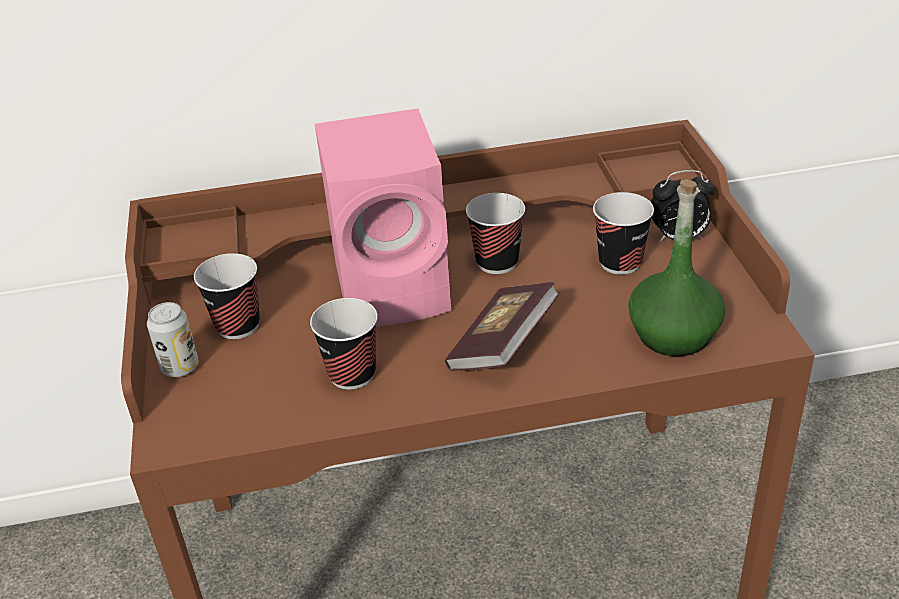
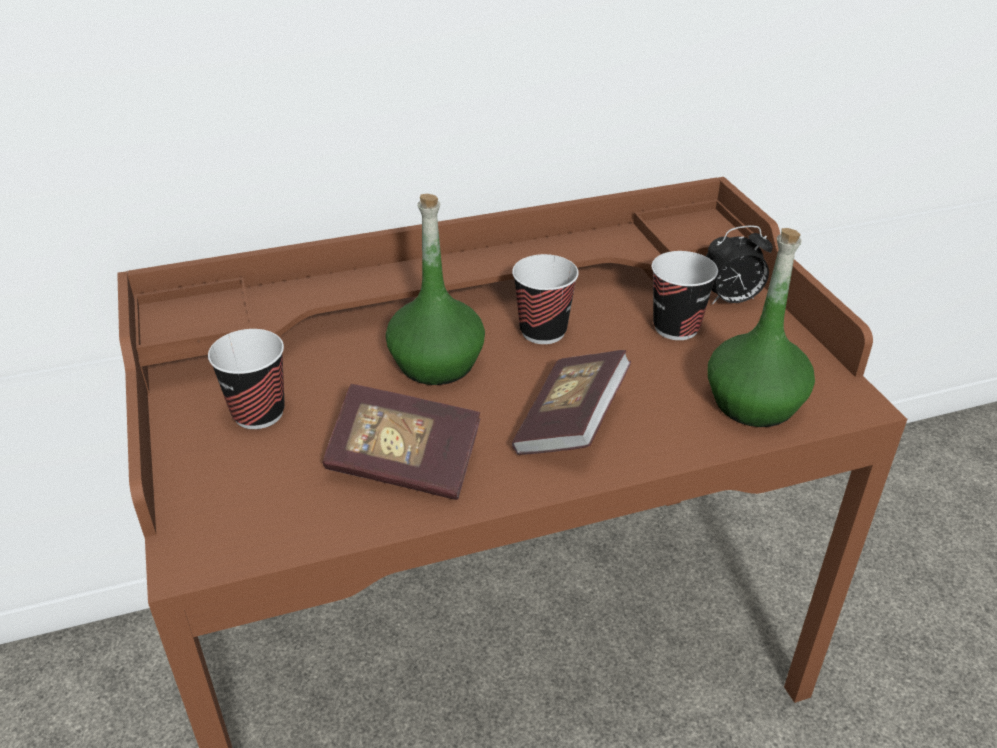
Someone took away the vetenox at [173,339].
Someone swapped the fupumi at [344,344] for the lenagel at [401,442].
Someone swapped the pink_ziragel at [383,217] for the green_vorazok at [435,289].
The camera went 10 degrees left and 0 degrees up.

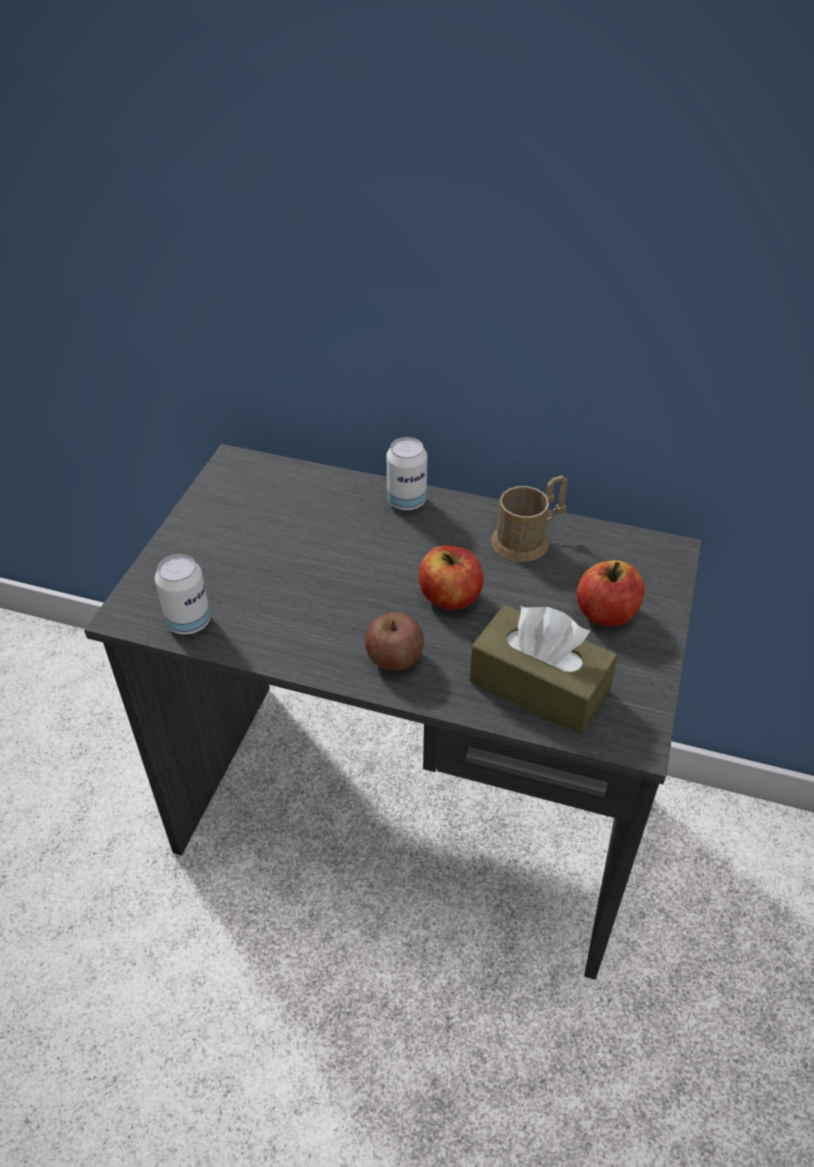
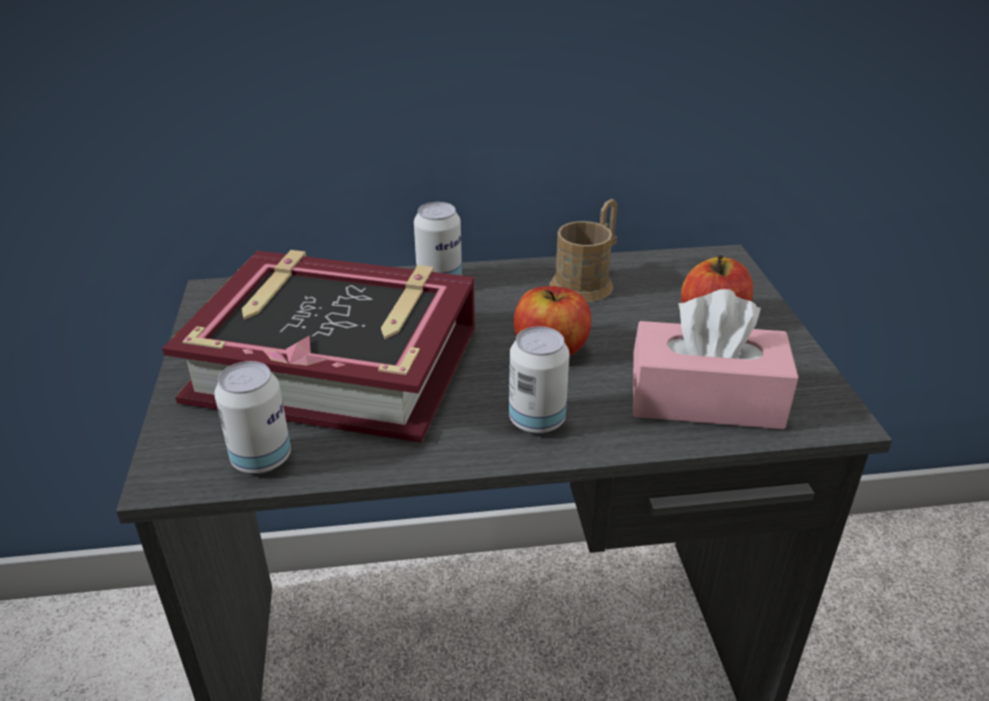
Someone put down the lenagel at [318,346].
Someone swapped the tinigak at [394,641] for the vetenox at [539,380].
Someone repainted the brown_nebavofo at [543,669], which became the pink_nebavofo at [716,359].
The camera went 25 degrees left and 10 degrees down.

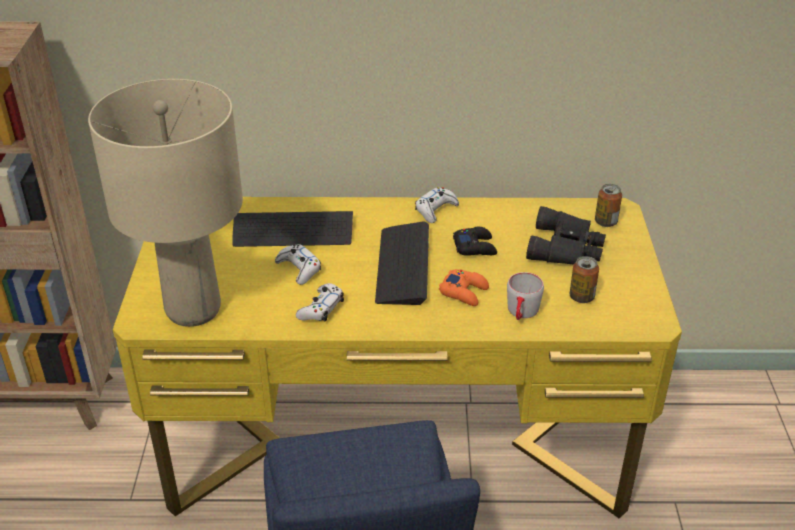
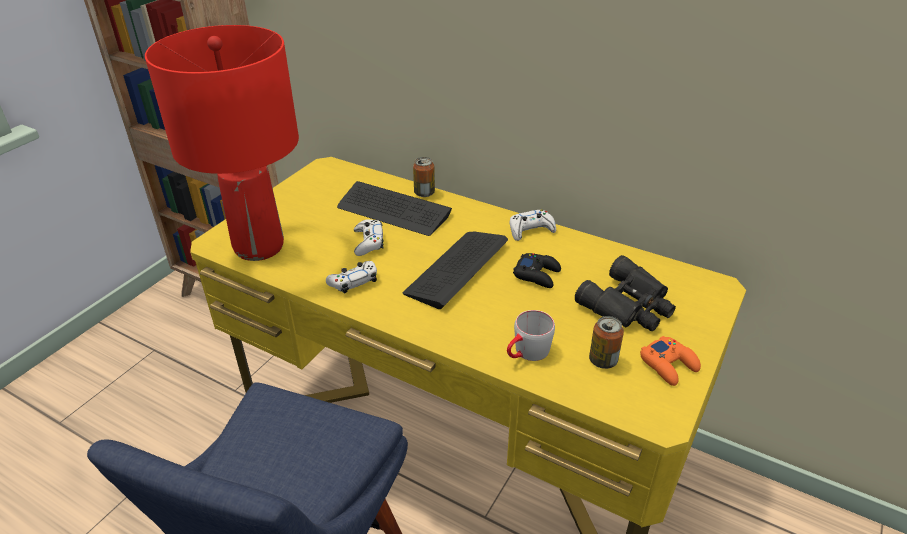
Someone carried the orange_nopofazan from [464,287] to [670,361].
Someone carried the vetenox from [608,205] to [424,177].
Someone repainted the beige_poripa at [165,203], which became the red_poripa at [222,143].
The camera went 30 degrees right and 0 degrees up.

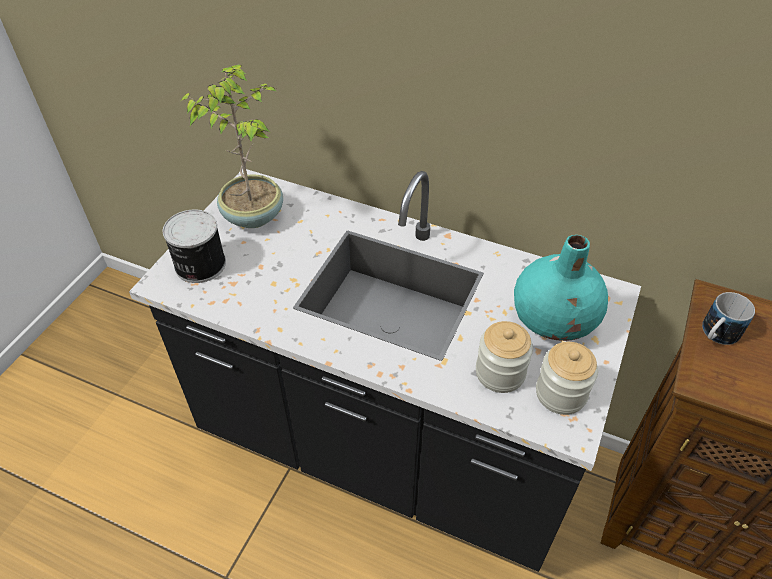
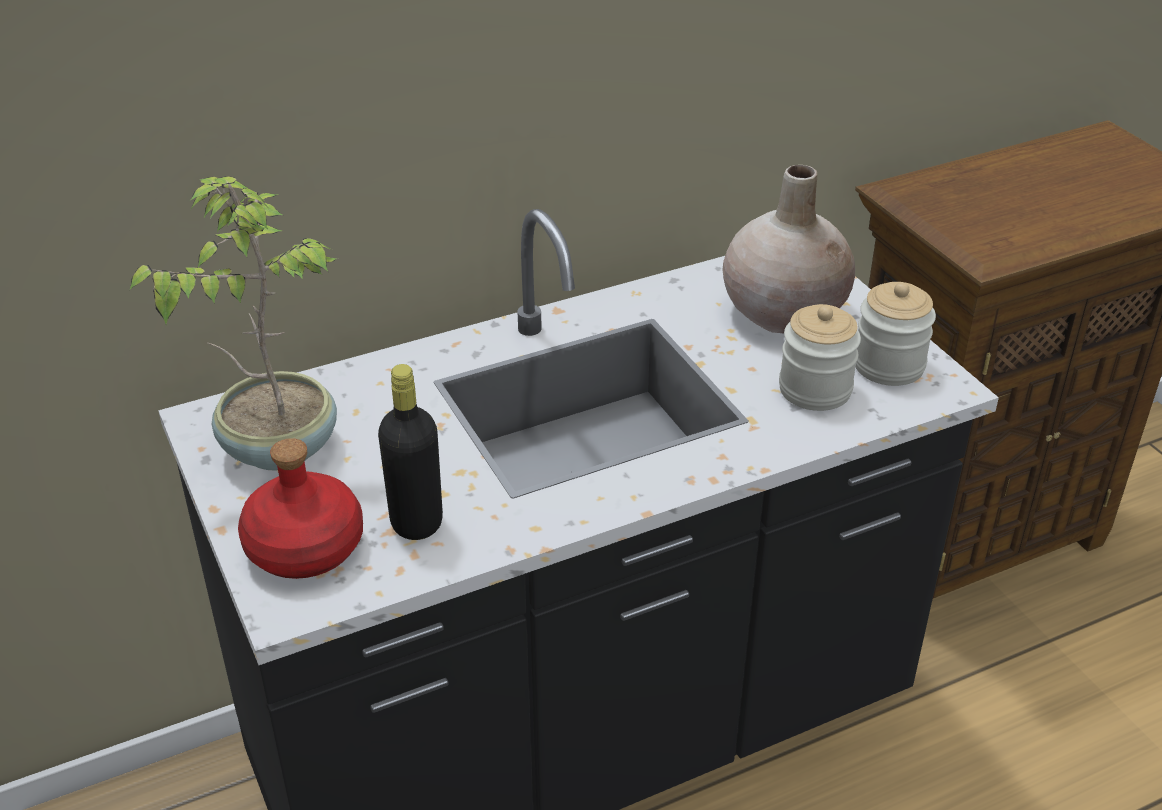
Someone took away the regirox at [728,318].
Someone put down the black_vorazok at [410,452].
Someone swapped the vetenox at [194,246] for the red_vorazok at [300,508].
Someone repainted the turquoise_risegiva at [561,288], which became the beige_risegiva at [789,249].
The camera went 50 degrees left and 10 degrees down.

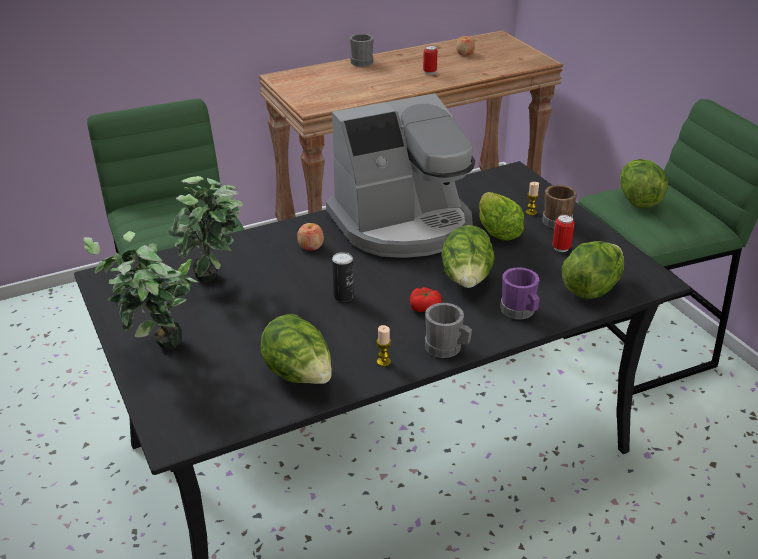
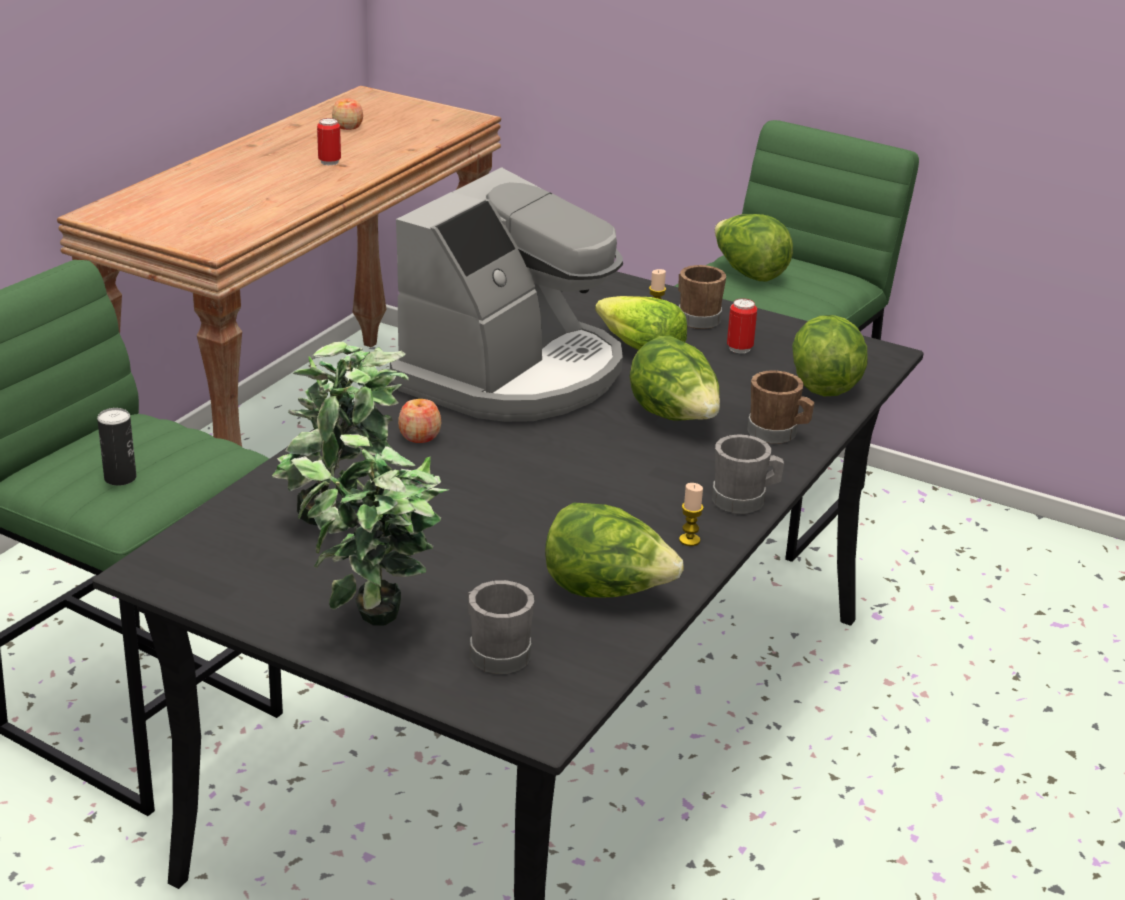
Someone took away the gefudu at [426,299].
Someone carried the vetenox from [343,277] to [116,447].
Someone carried the grey_regirox from [362,50] to [501,627].
Someone repainted the purple_regirox at [520,293], which became the brown_regirox at [781,407].
The camera went 35 degrees left and 5 degrees down.

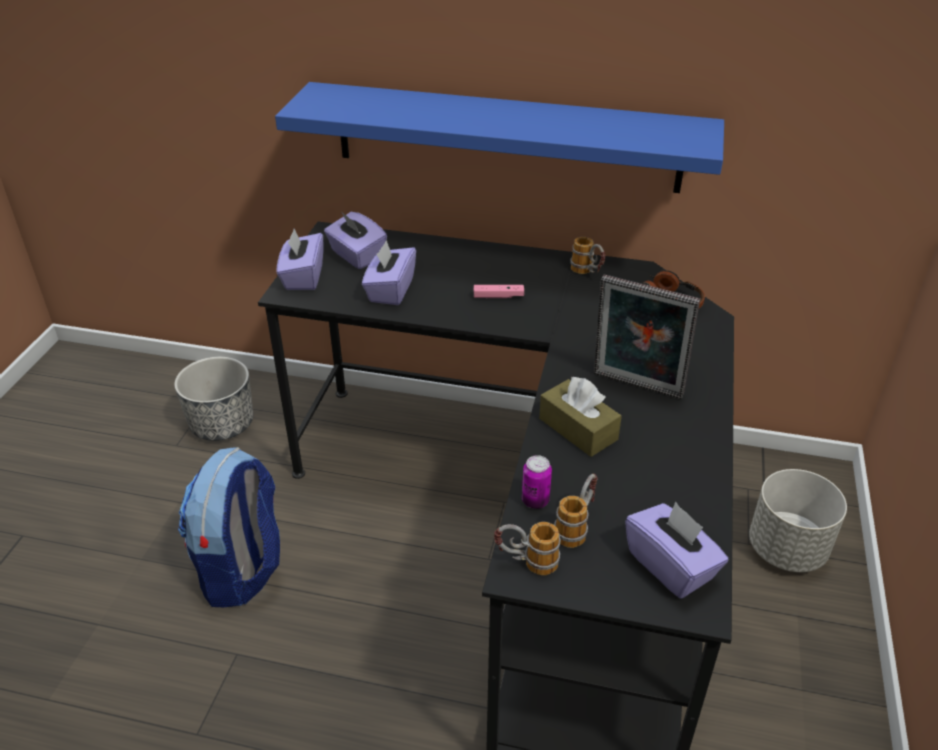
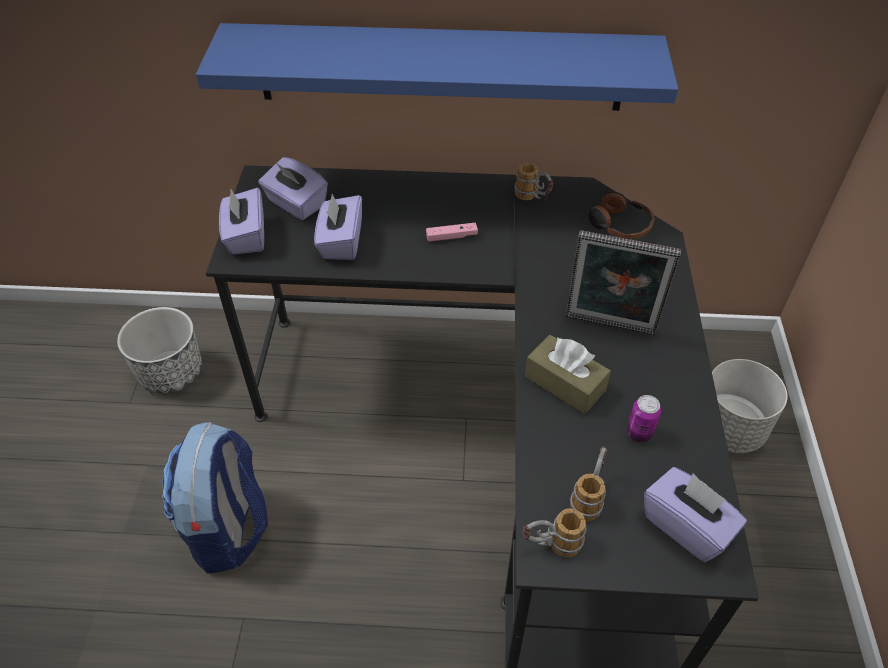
Someone carried the vetenox from [537,482] to [644,418].
The camera went 10 degrees left and 10 degrees up.

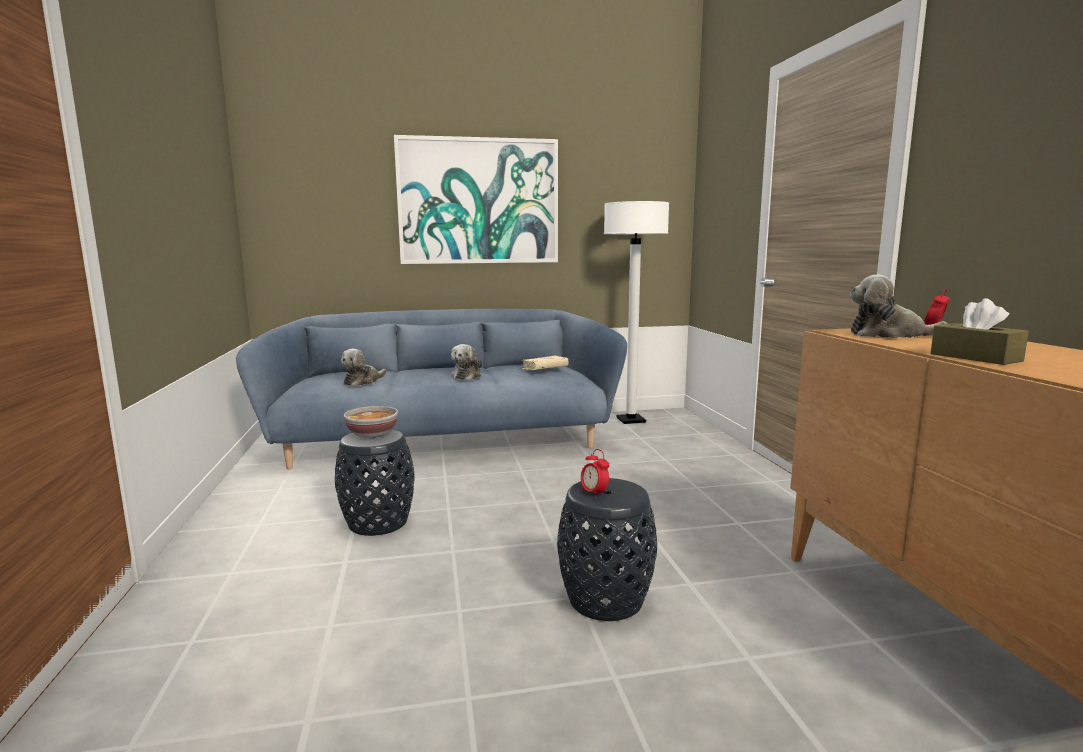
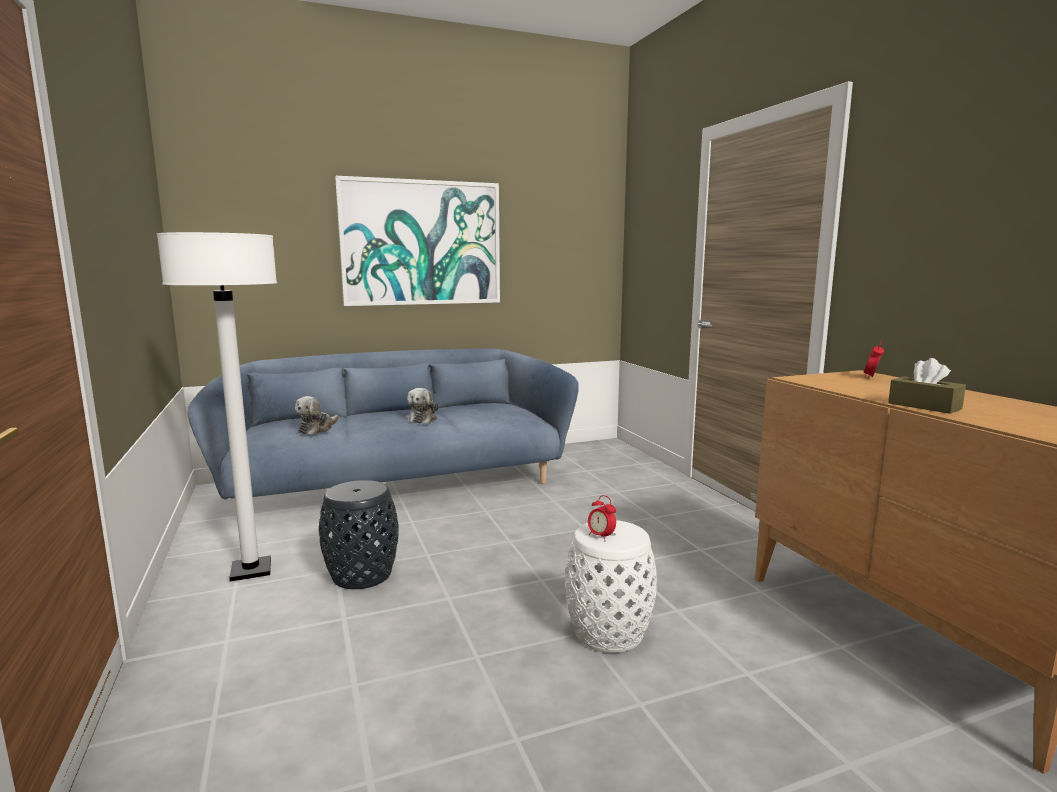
Someone took away the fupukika at [370,422].
Someone took away the beige_lenagel at [545,362].
Someone took away the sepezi at [899,306].
Someone carried the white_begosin from [636,312] to [217,407].
Someone repainted the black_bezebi at [607,549], which became the white_bezebi at [611,586].
The camera went 10 degrees left and 0 degrees up.

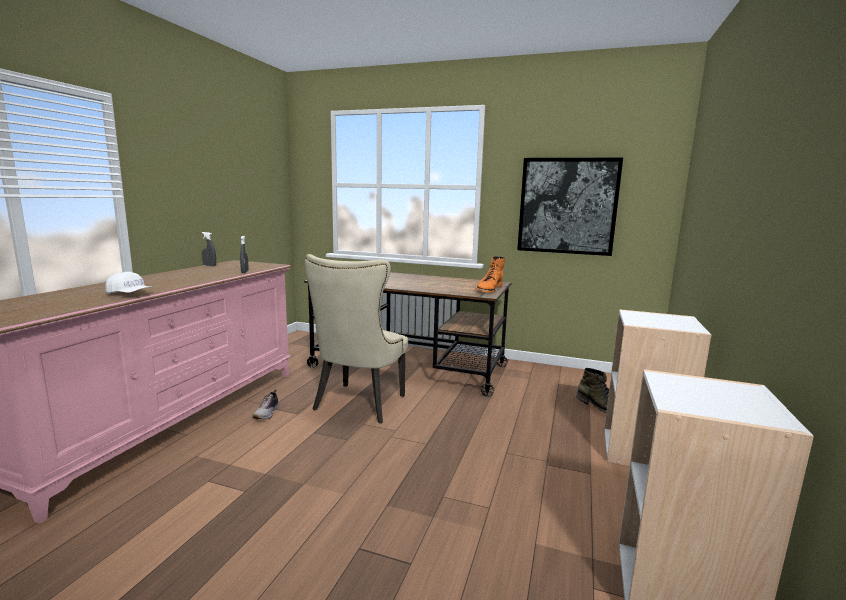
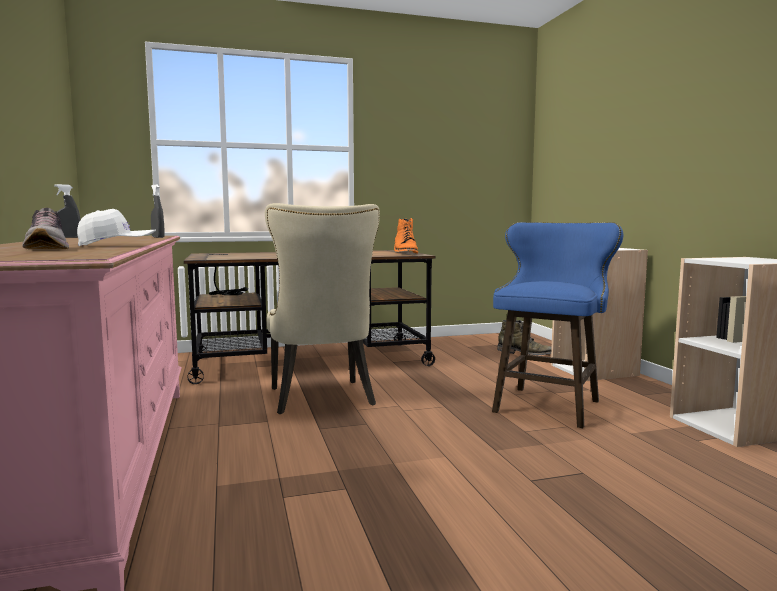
Someone took away the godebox at [570,207].
Someone put down the blue_bezebi at [557,325].
Someone carried the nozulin from [265,404] to [45,228].
The camera went 35 degrees left and 5 degrees down.

